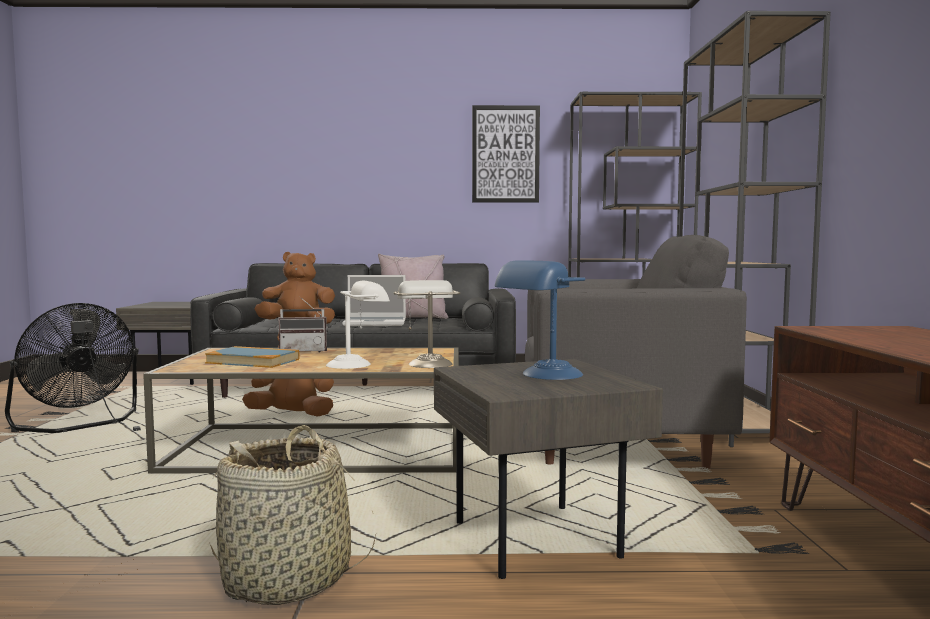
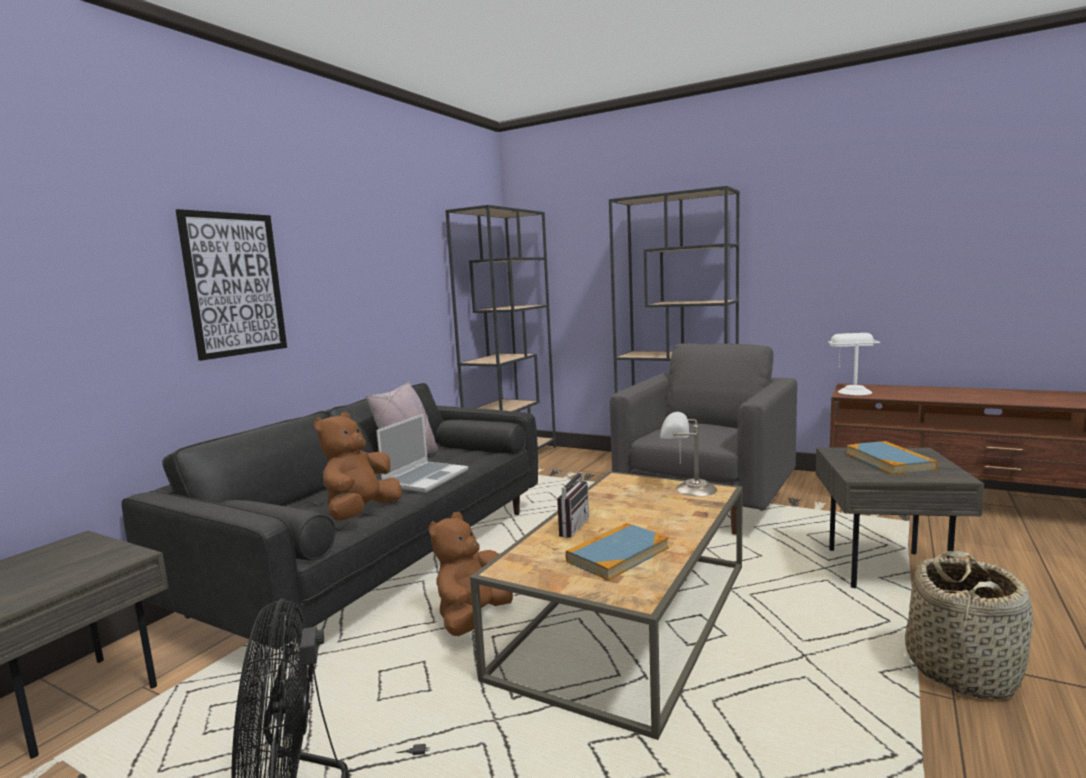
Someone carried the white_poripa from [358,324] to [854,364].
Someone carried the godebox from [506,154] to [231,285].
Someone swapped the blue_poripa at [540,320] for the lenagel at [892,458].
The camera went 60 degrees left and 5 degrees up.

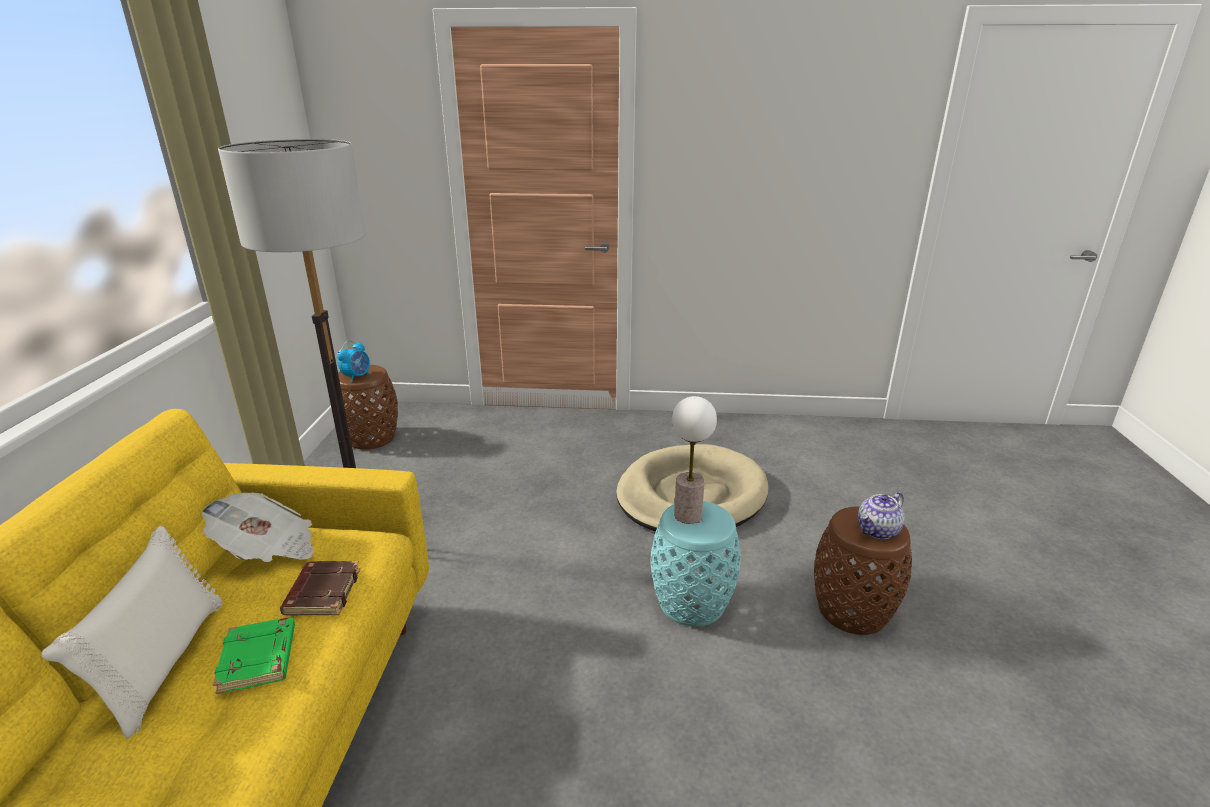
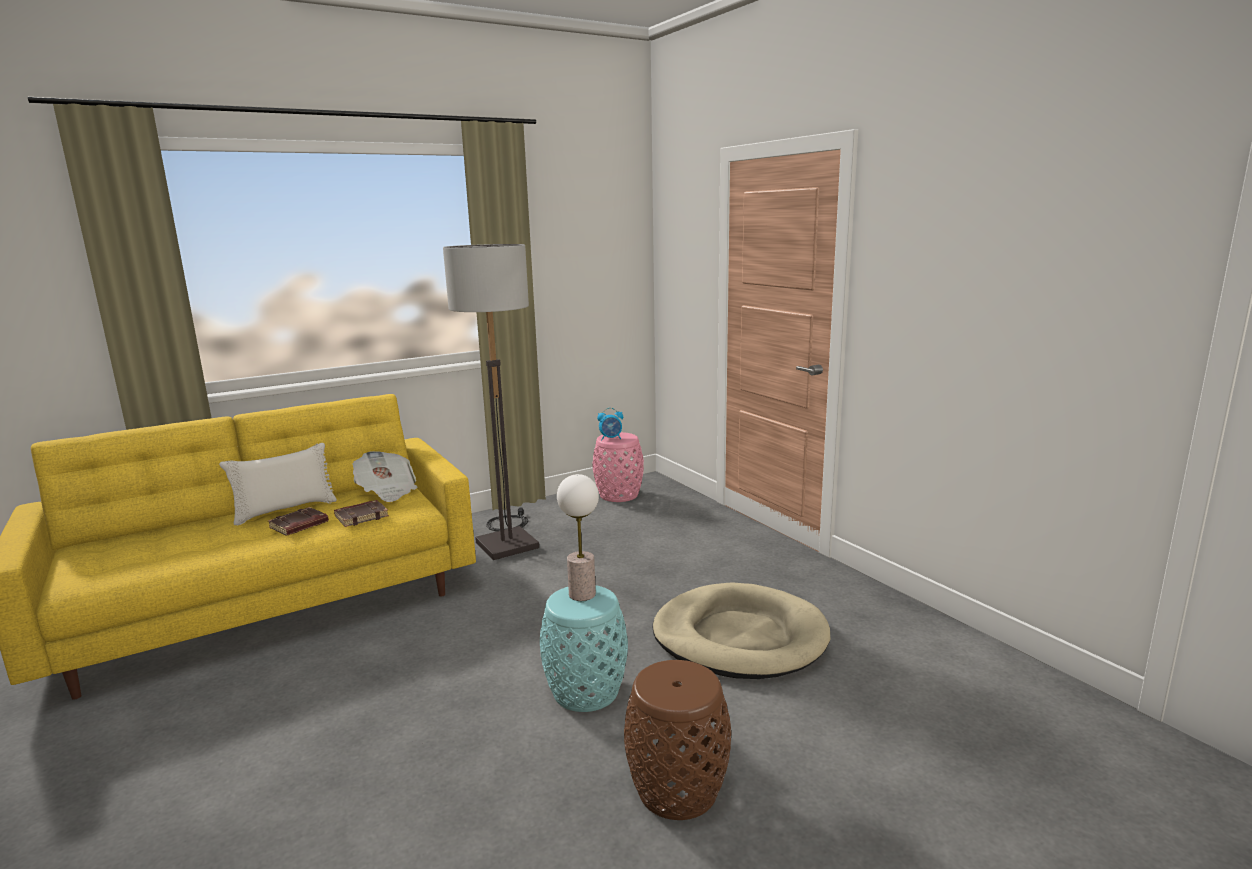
Someone took away the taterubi at [881,515].
Someone repainted the green_lenagel at [254,656], which became the brown_lenagel at [298,521].
Someone repainted the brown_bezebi at [368,407], which became the pink_bezebi at [618,467].
The camera went 55 degrees right and 10 degrees down.

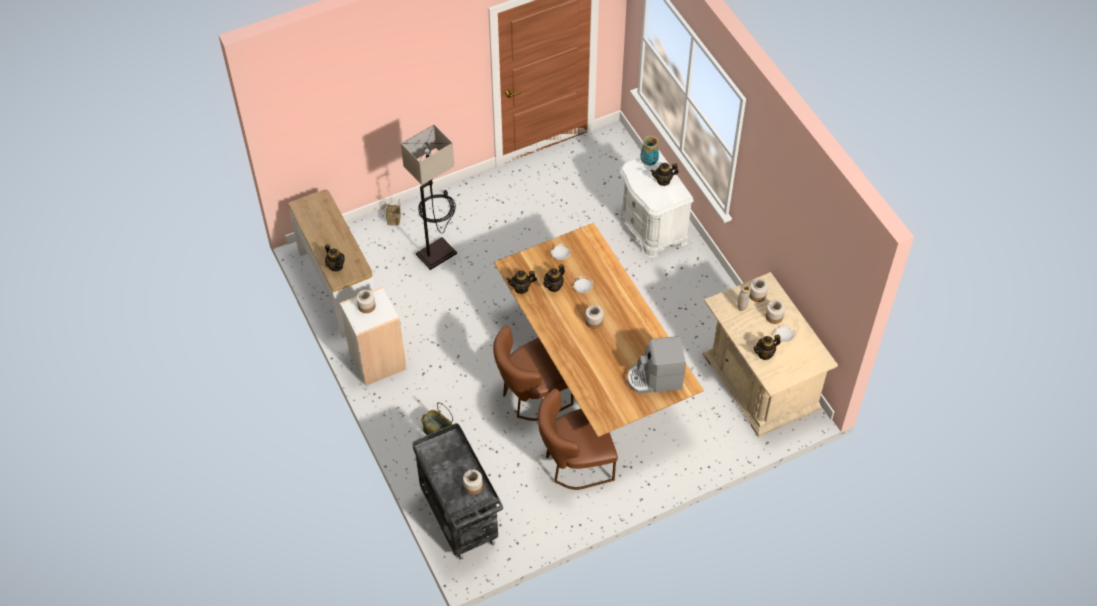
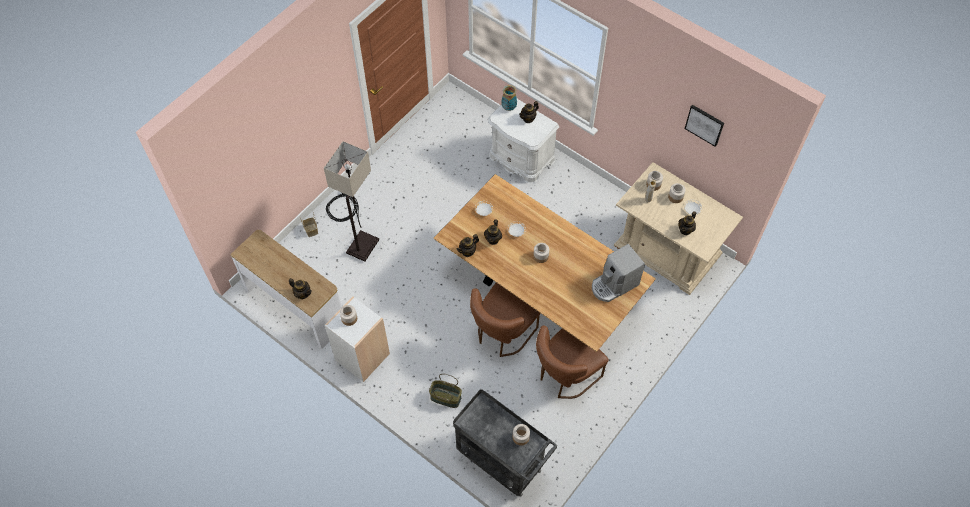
Someone put up the godebox at [704,126].
The camera went 25 degrees left and 5 degrees up.

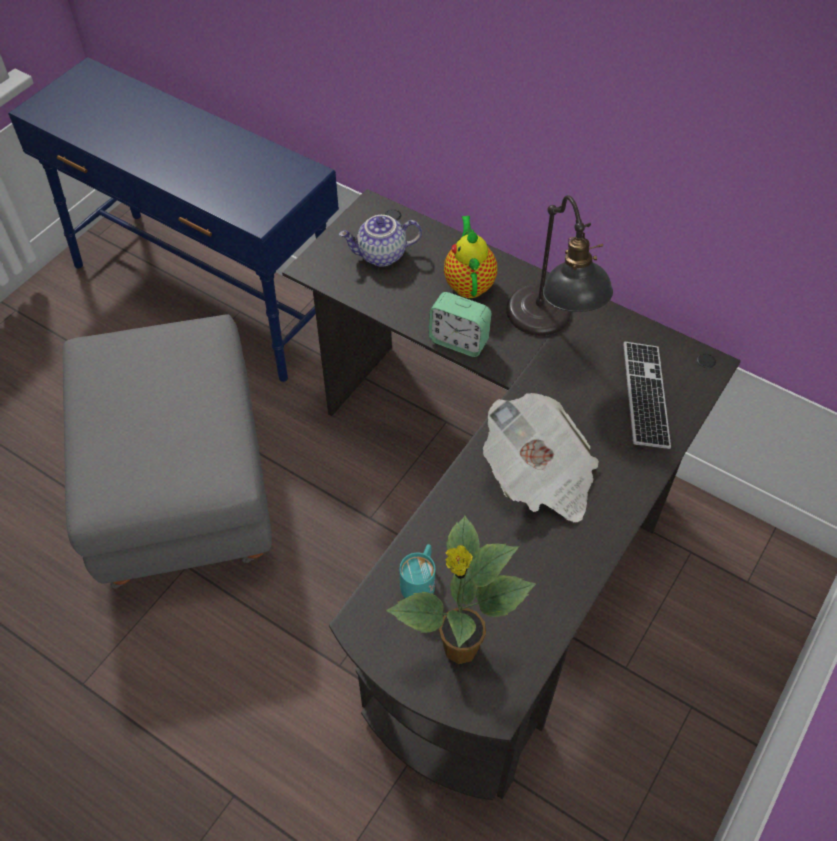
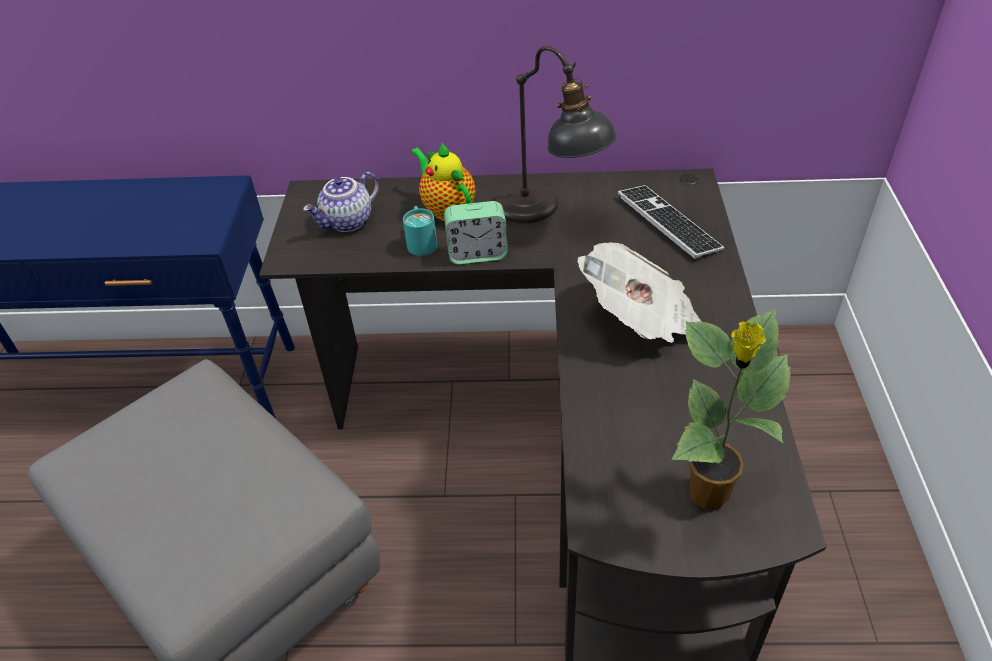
Someone carried the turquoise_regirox from [417,571] to [420,231].
The camera went 30 degrees left and 10 degrees down.

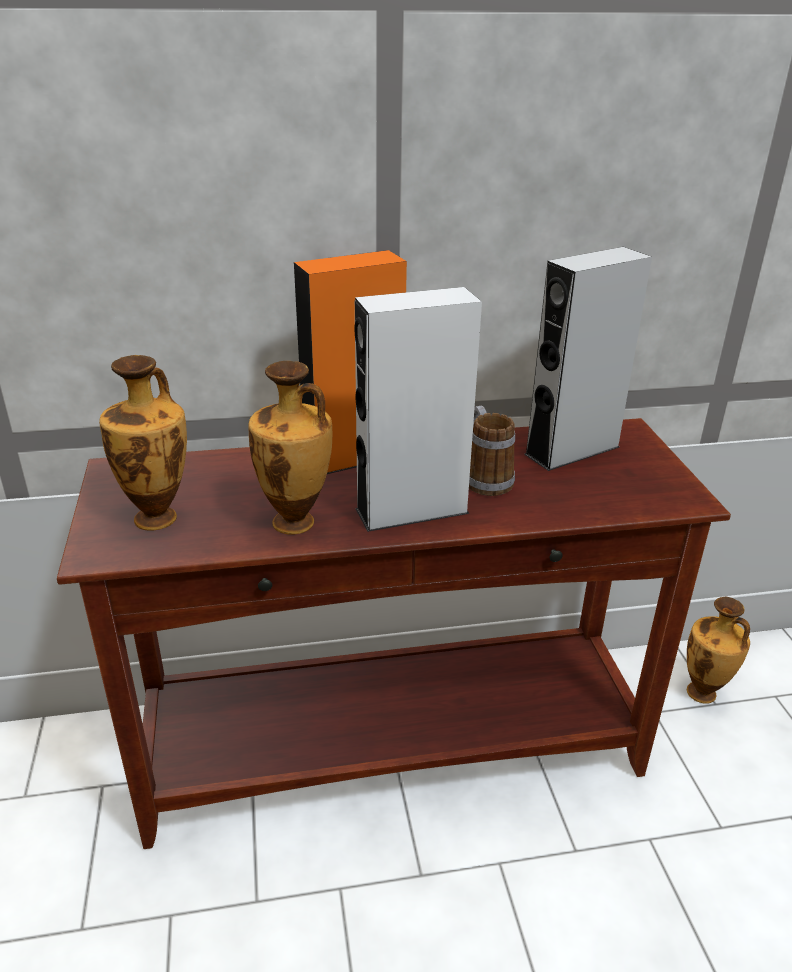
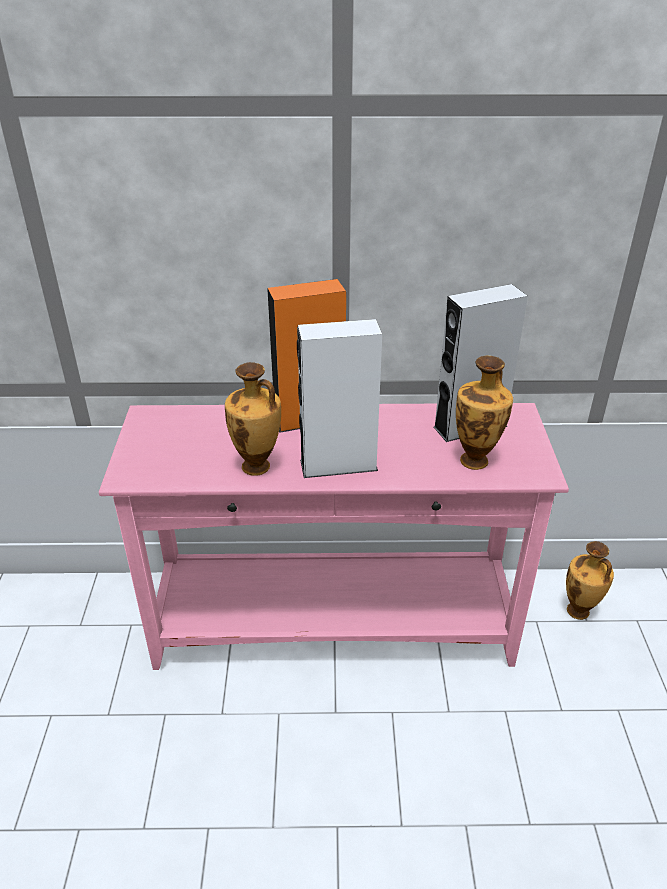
Someone took away the regirox at [492,451].
Someone carried the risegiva from [143,443] to [484,412].
Someone repainted the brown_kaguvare at [394,633], which became the pink_kaguvare at [334,536].
The camera went 10 degrees right and 5 degrees up.

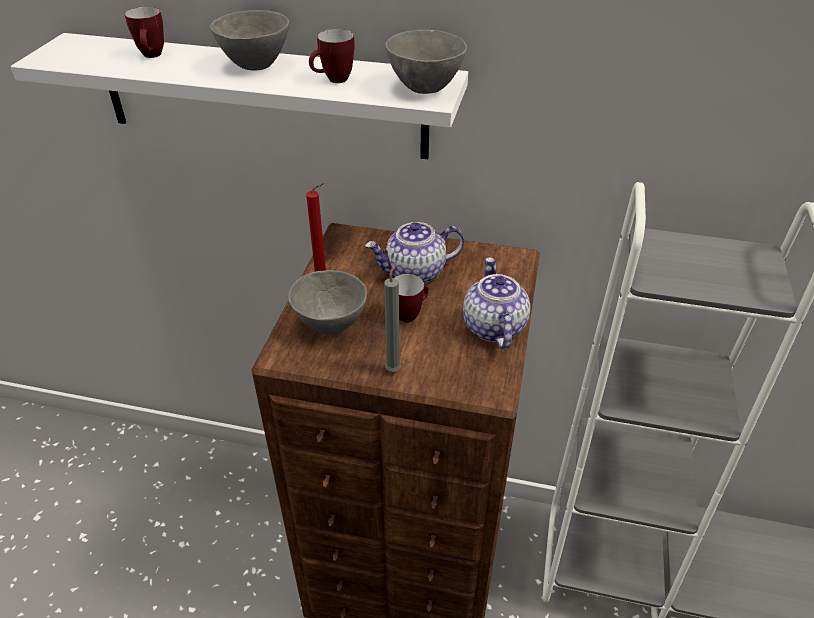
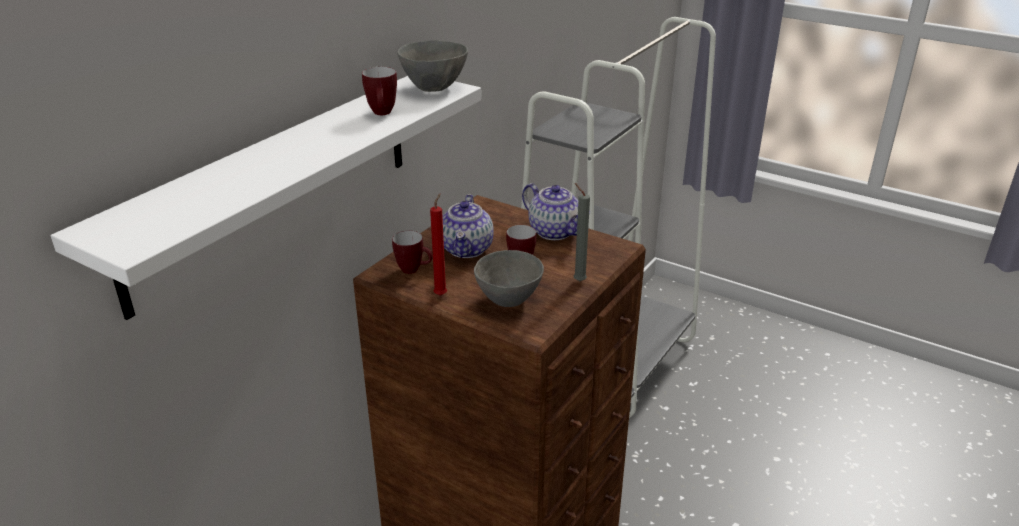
Someone took away the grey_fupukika at [249,40].
Someone carried the regirox from [144,32] to [412,252].
Someone rotated the taterubi at [497,303] by 150 degrees counterclockwise.
The camera went 70 degrees left and 10 degrees down.

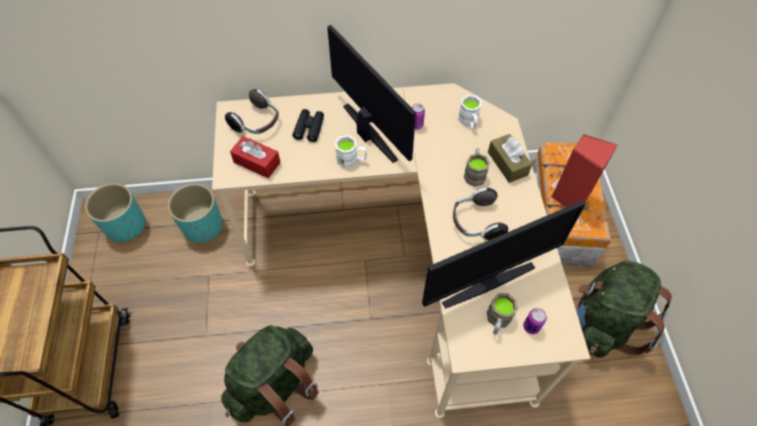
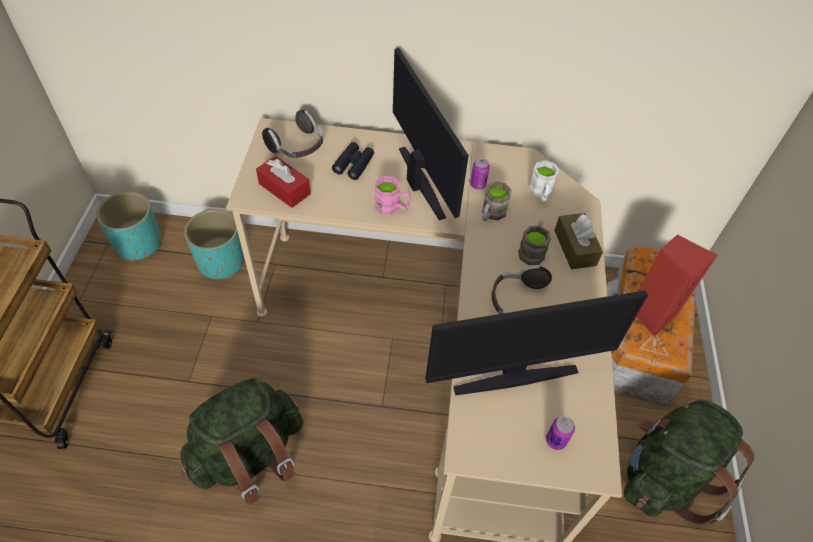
Someone carried the brown_regirox from [502,313] to [496,201].
Someone repainted the white_regirox at [351,151], which became the pink_regirox at [392,195].
The camera went 10 degrees right and 5 degrees down.

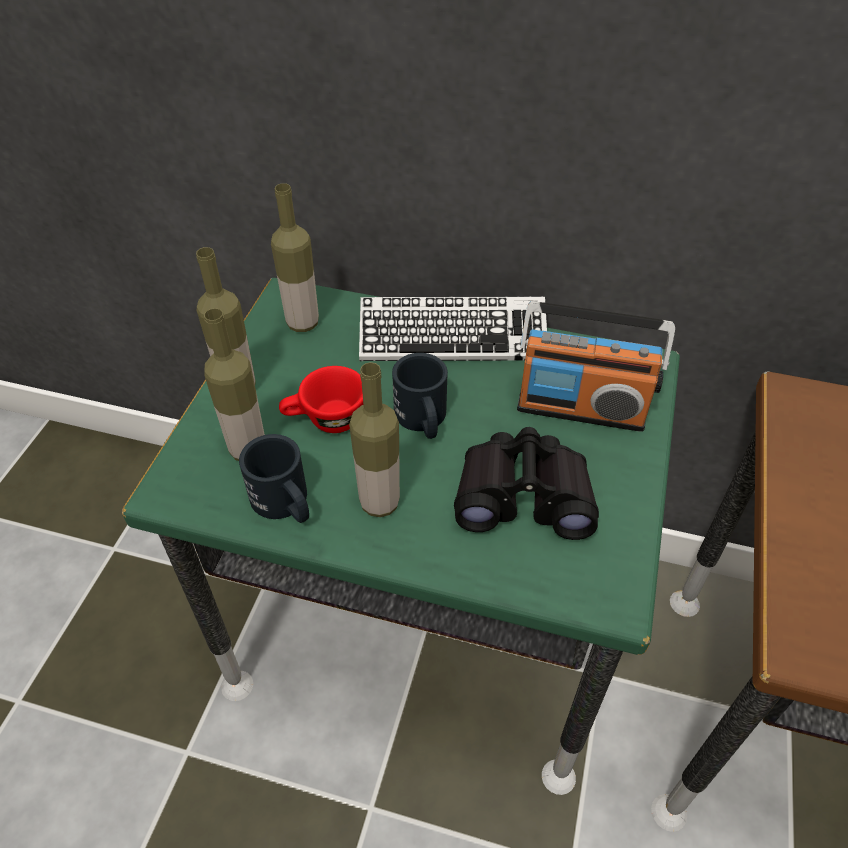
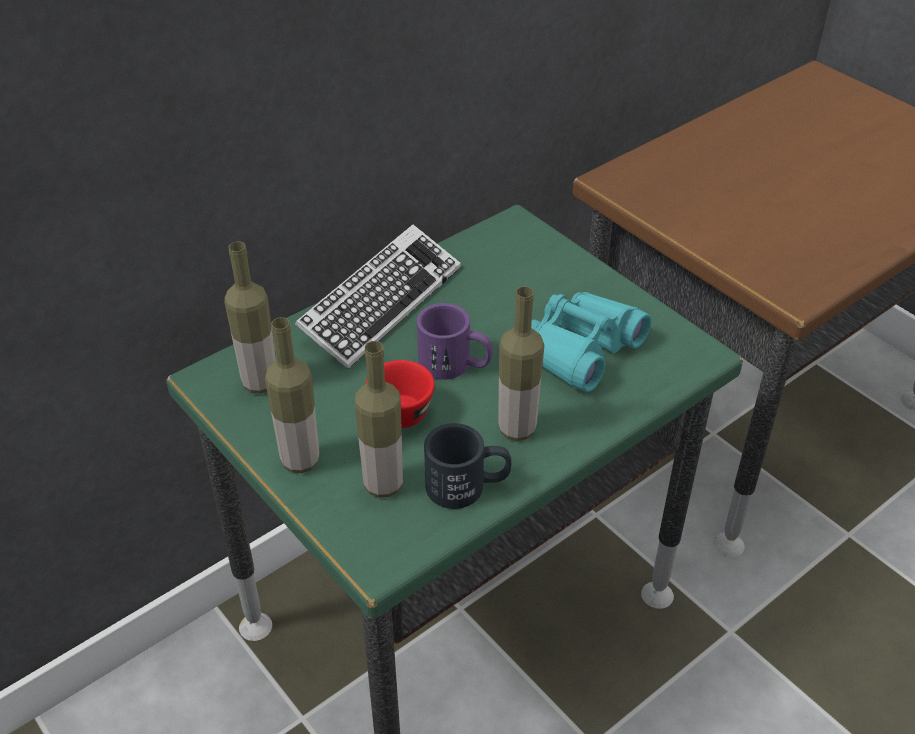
Someone took away the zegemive at [596,366].
Someone repainted the black_regirox at [420,396], which became the purple_regirox at [455,341].
Someone repainted the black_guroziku at [526,483], which became the turquoise_guroziku at [591,342].
The camera went 55 degrees left and 5 degrees down.

